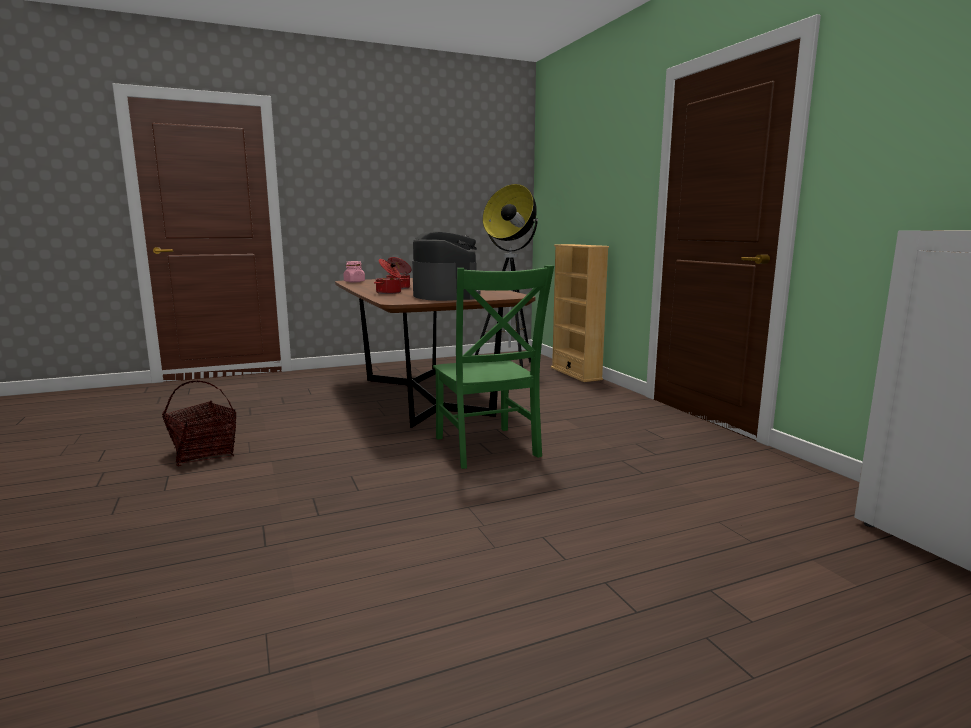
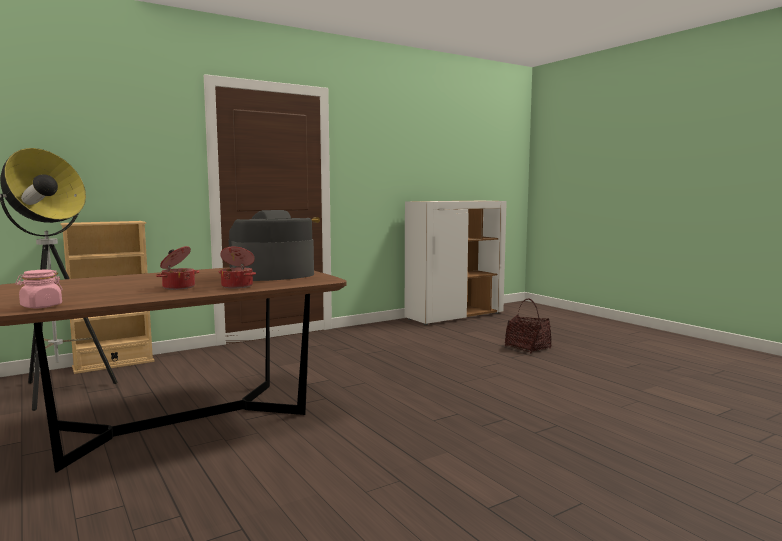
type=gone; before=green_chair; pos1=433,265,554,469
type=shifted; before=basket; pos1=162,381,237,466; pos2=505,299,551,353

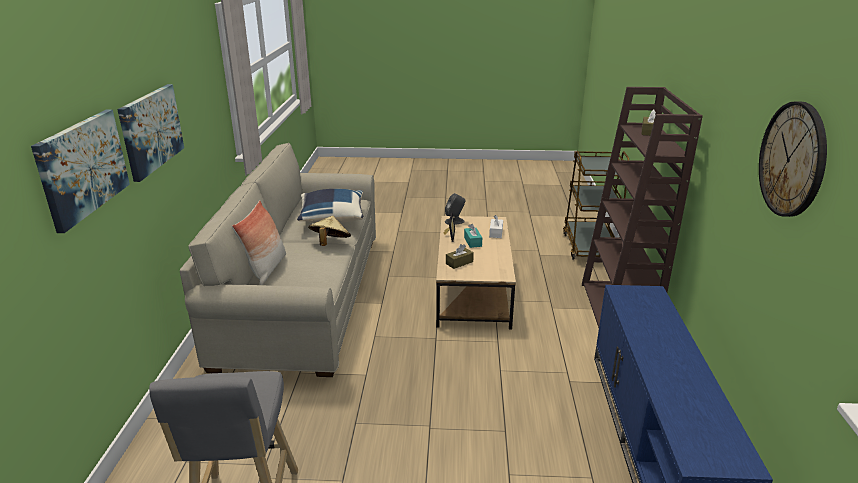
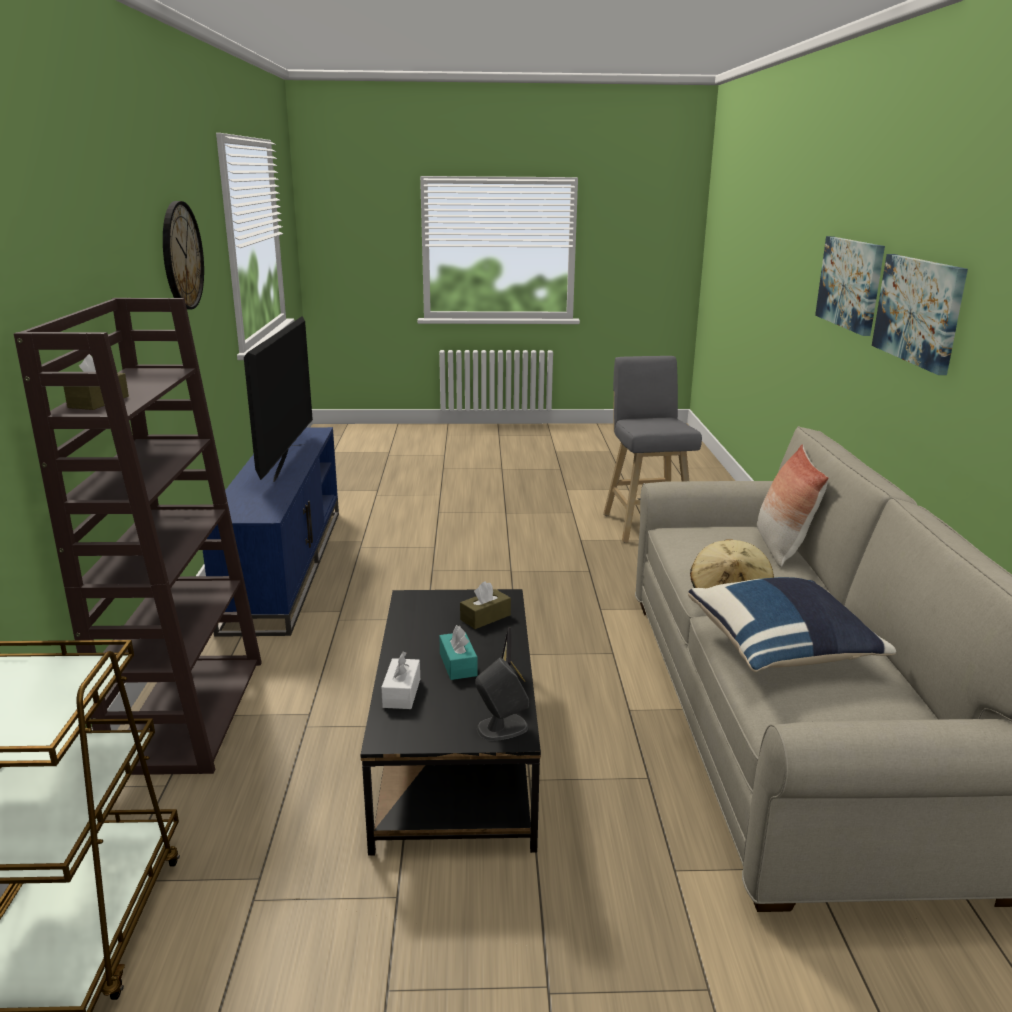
type=new; after=television; pos2=244,317,313,482
type=repainted; before=beige_coffee_table; after=black_coffee_table; pos1=436,216,516,330; pos2=361,589,541,856

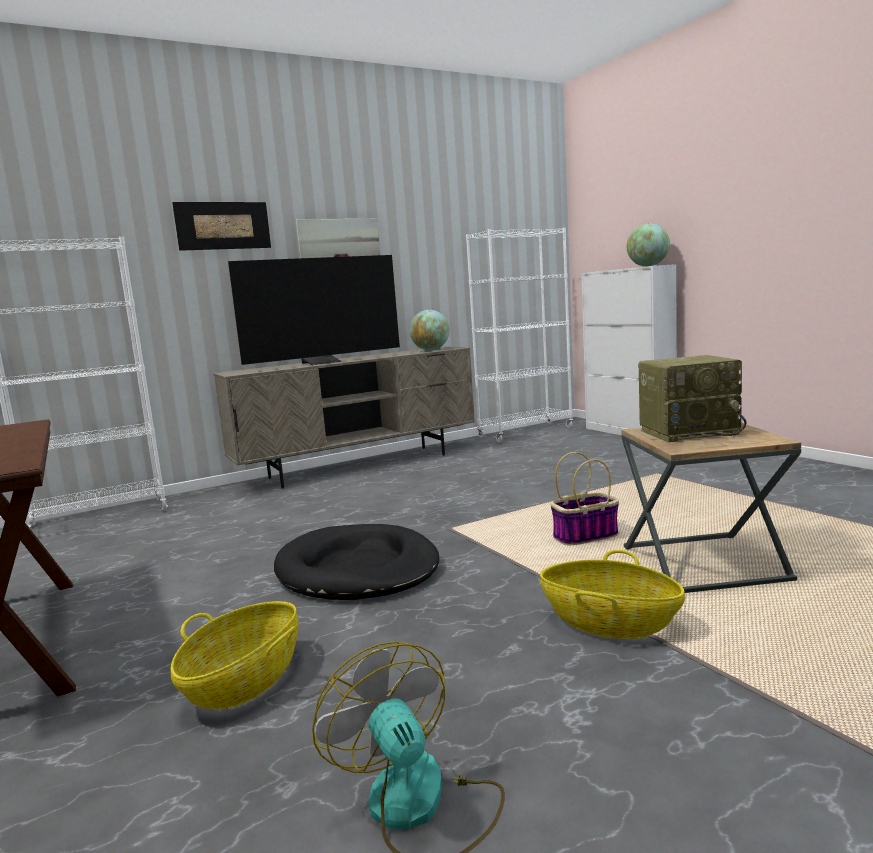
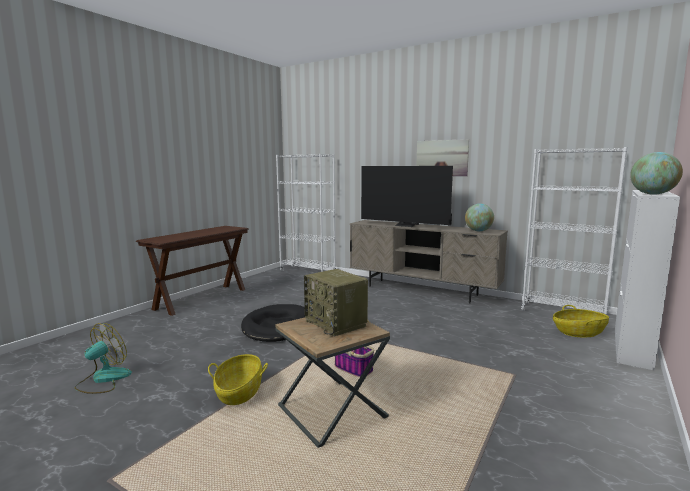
type=gone; before=picture; pos1=172,202,271,251
type=shifted; before=basket; pos1=171,601,299,710; pos2=553,305,609,337

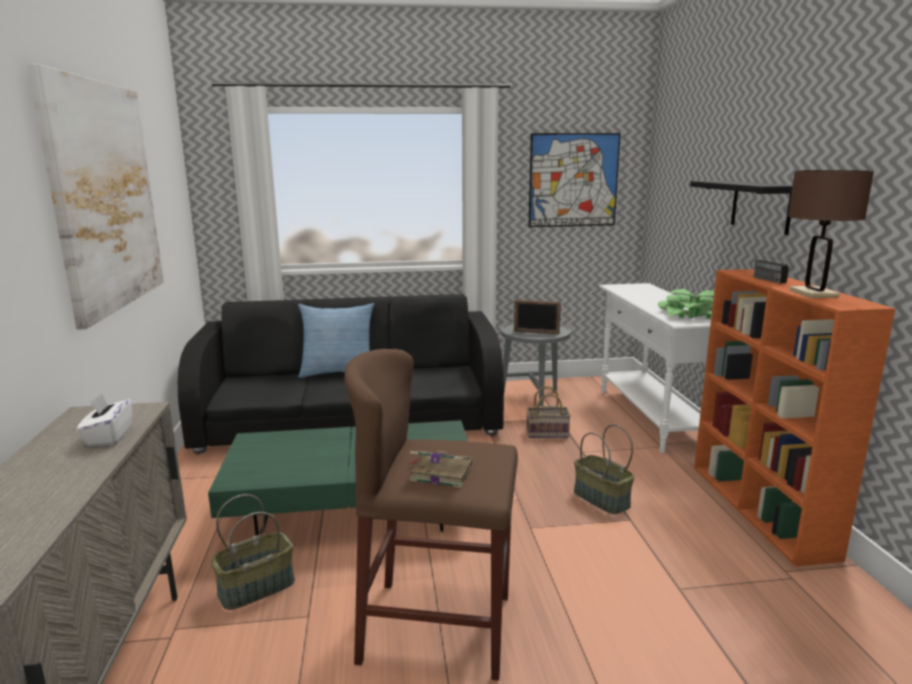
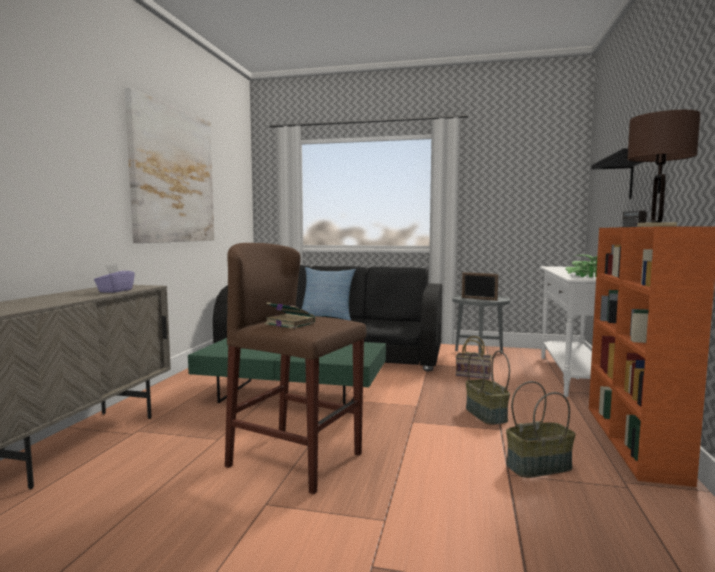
type=gone; before=picture; pos1=528,133,621,227
type=shifted; before=basket; pos1=211,494,295,610; pos2=506,381,576,478
type=repainted; before=white_tissue_box; after=purple_tissue_box; pos1=77,393,132,446; pos2=94,264,135,293

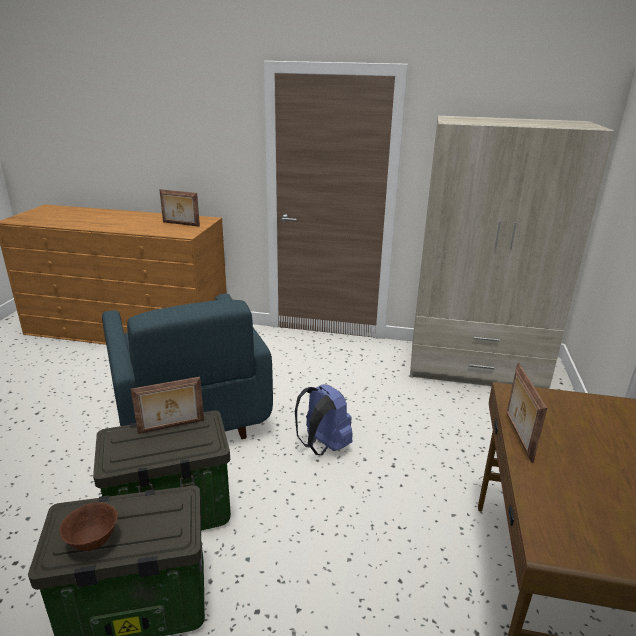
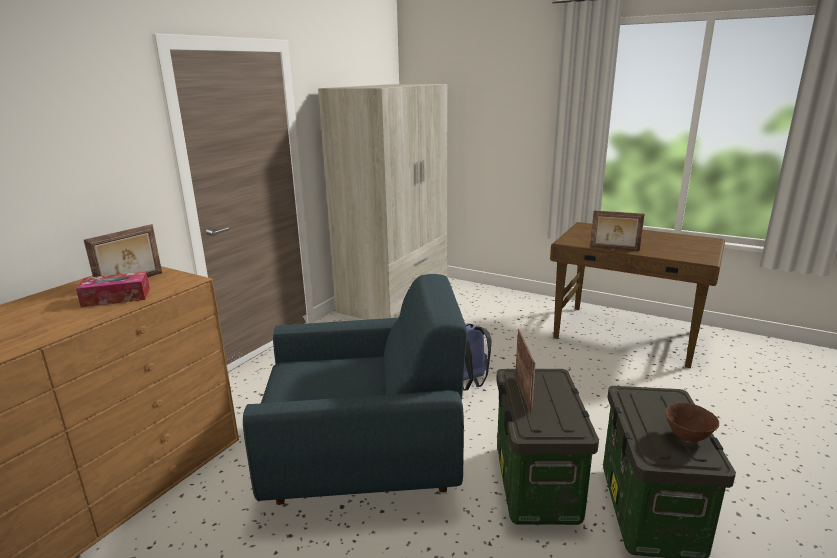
type=new; after=tissue_box; pos2=76,271,150,307

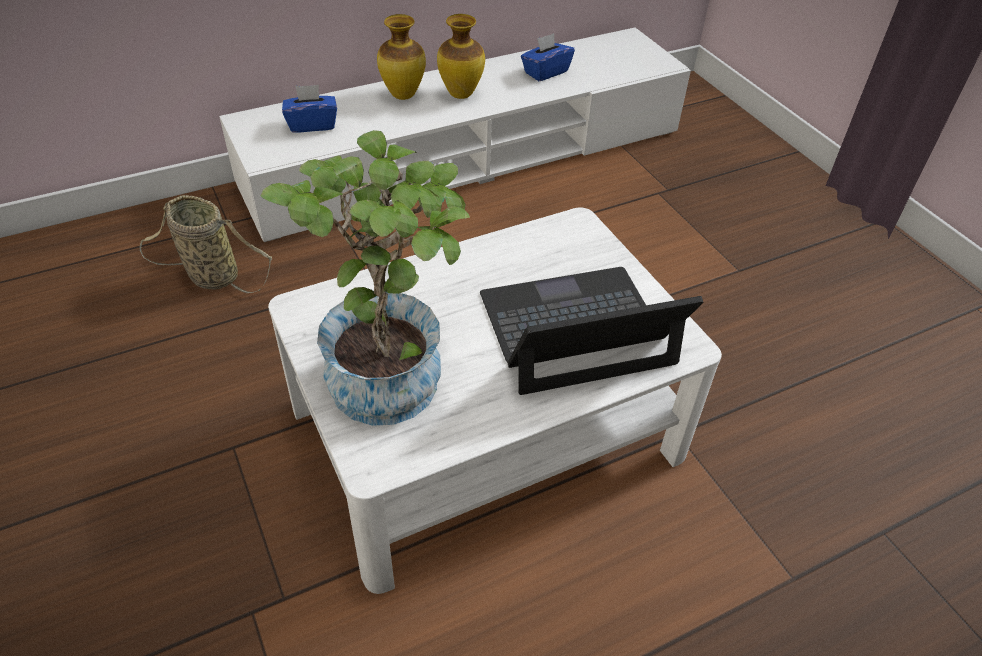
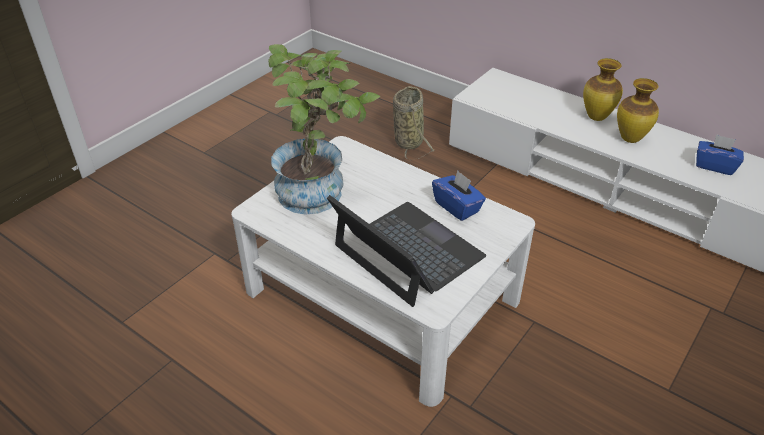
type=shifted; before=blue_tissue_box; pos1=282,85,337,133; pos2=432,170,486,221

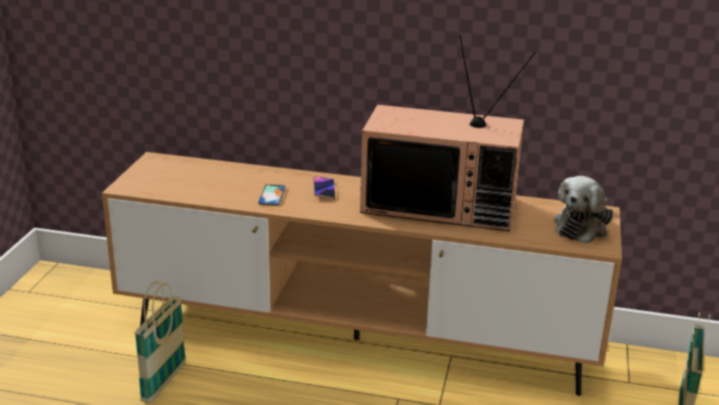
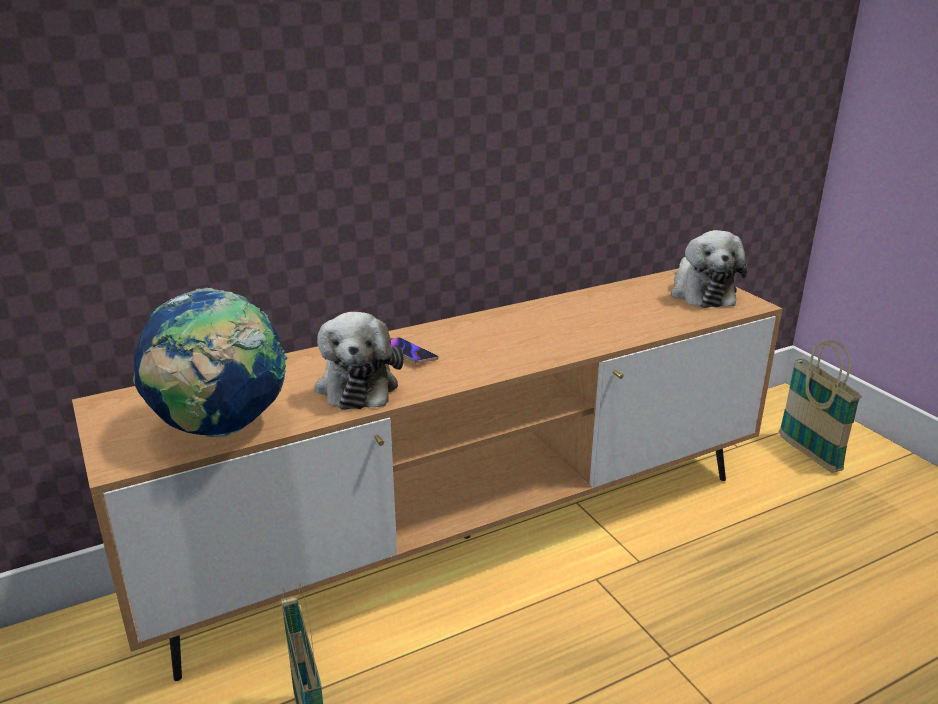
type=gone; before=television; pos1=360,35,536,231
type=new; after=globe; pos2=133,288,288,437
type=swapped; before=phone; after=plush_toy; pos1=258,184,286,206; pos2=315,312,404,410

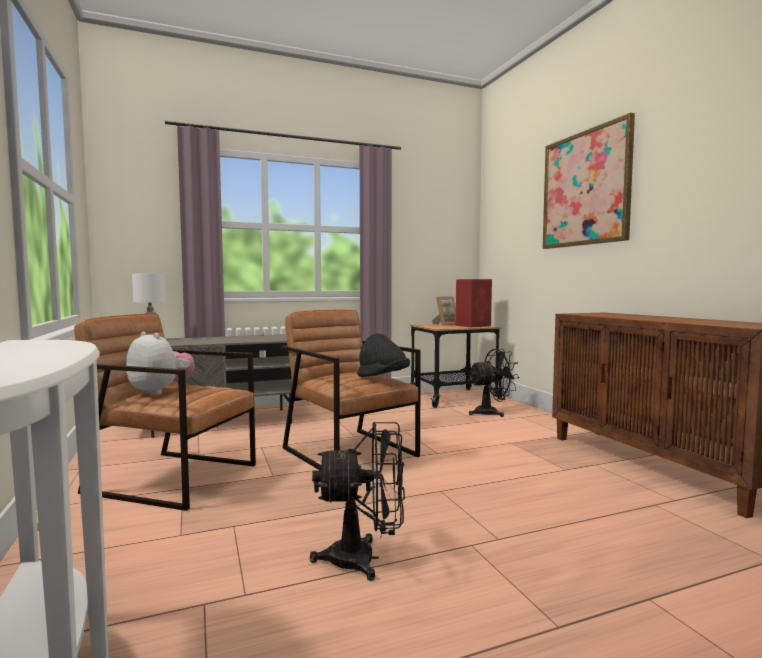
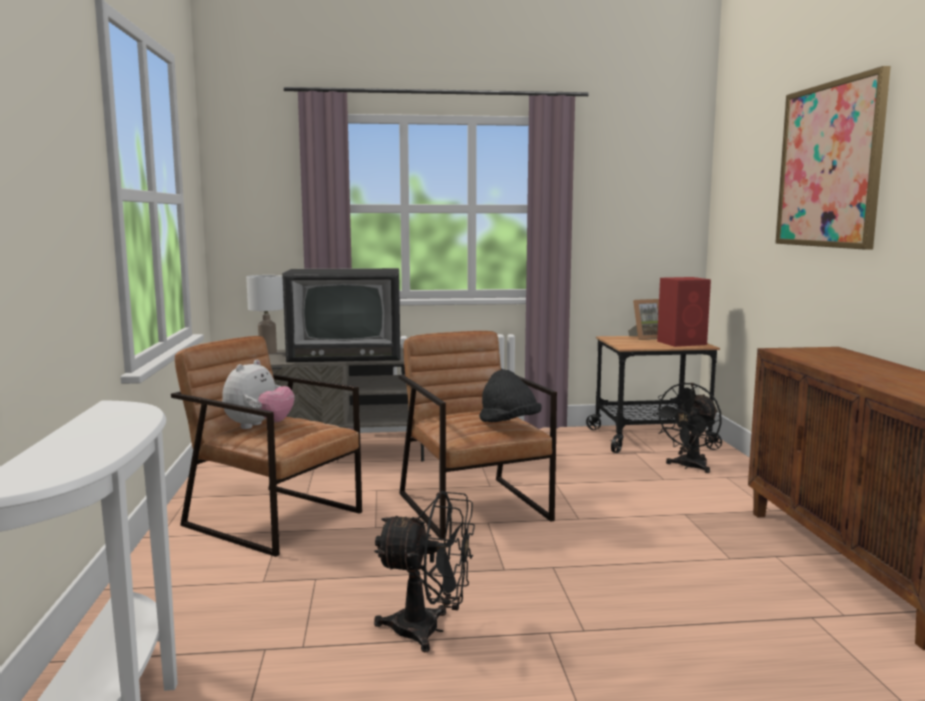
type=new; after=television; pos2=282,268,401,362
type=rotated; before=plush_toy; pos1=126,331,195,395; pos2=222,360,295,429; turn=60
type=rotated; before=black_fan; pos1=468,349,520,417; pos2=652,383,722,473; turn=135

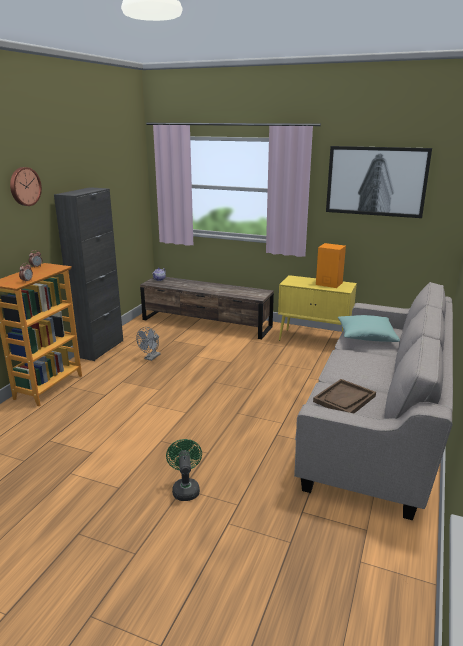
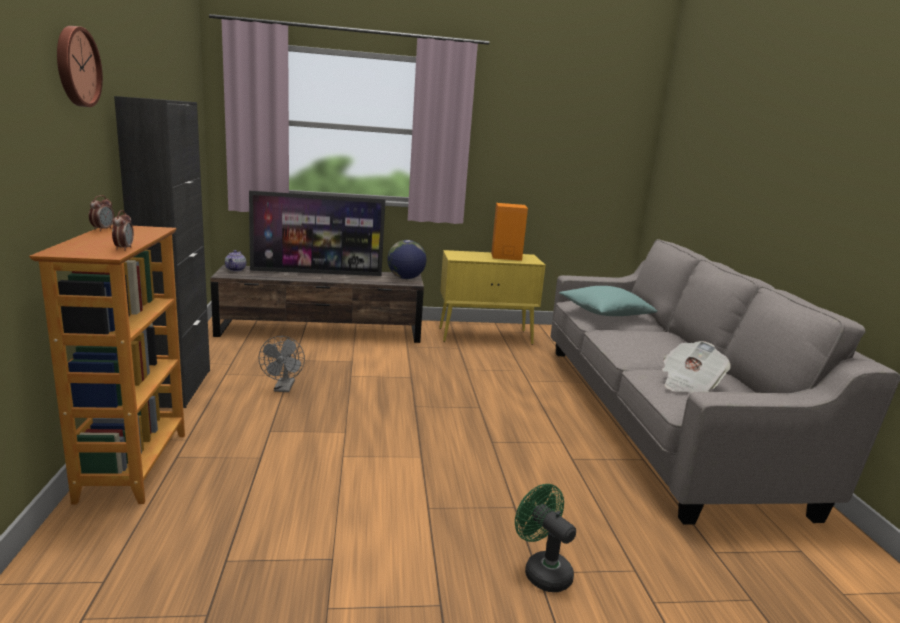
type=gone; before=picture; pos1=326,146,432,218
type=new; after=television; pos2=249,191,385,276
type=new; after=globe; pos2=387,240,426,279
type=swapped; before=brown_tray; after=newspaper; pos1=313,379,376,413; pos2=662,341,731,393

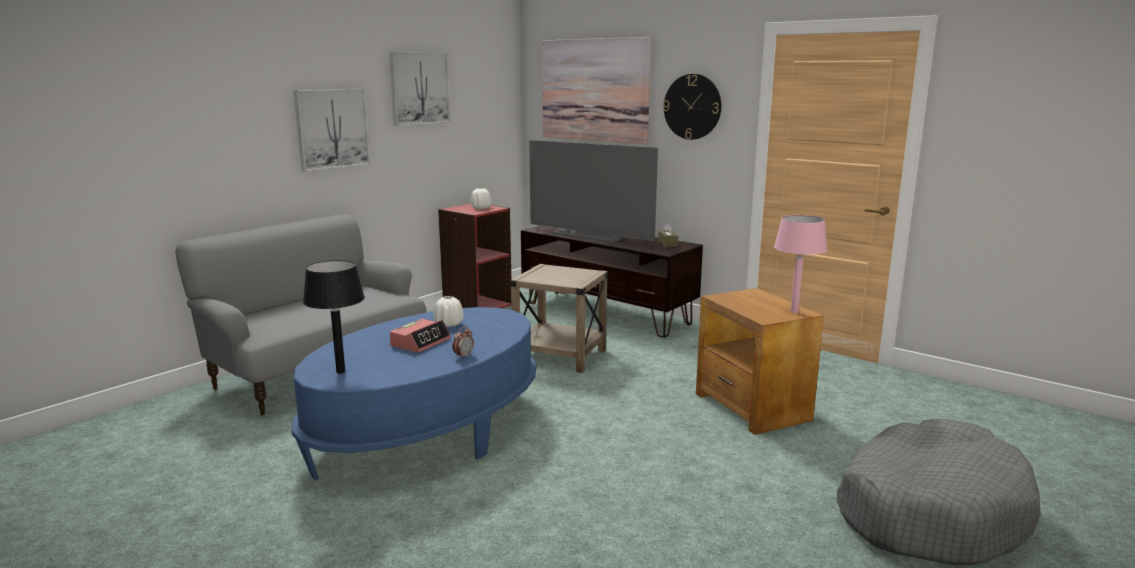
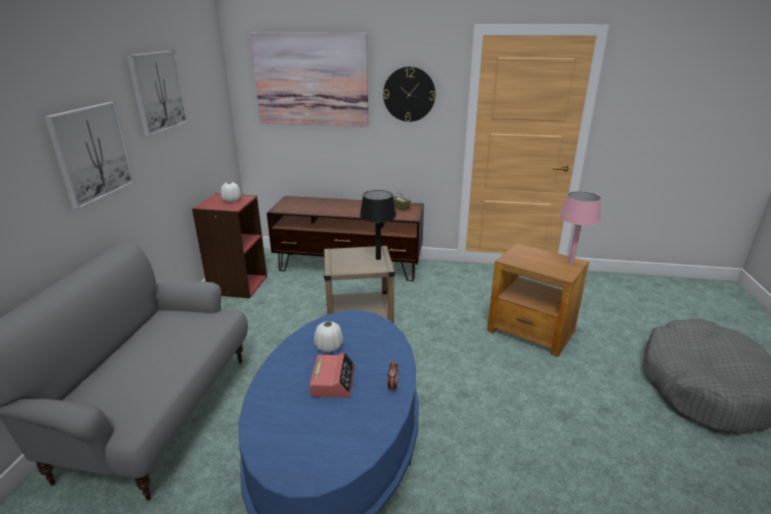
type=gone; before=television; pos1=529,140,658,243
type=shifted; before=black_table_lamp; pos1=303,260,365,374; pos2=360,190,396,260

